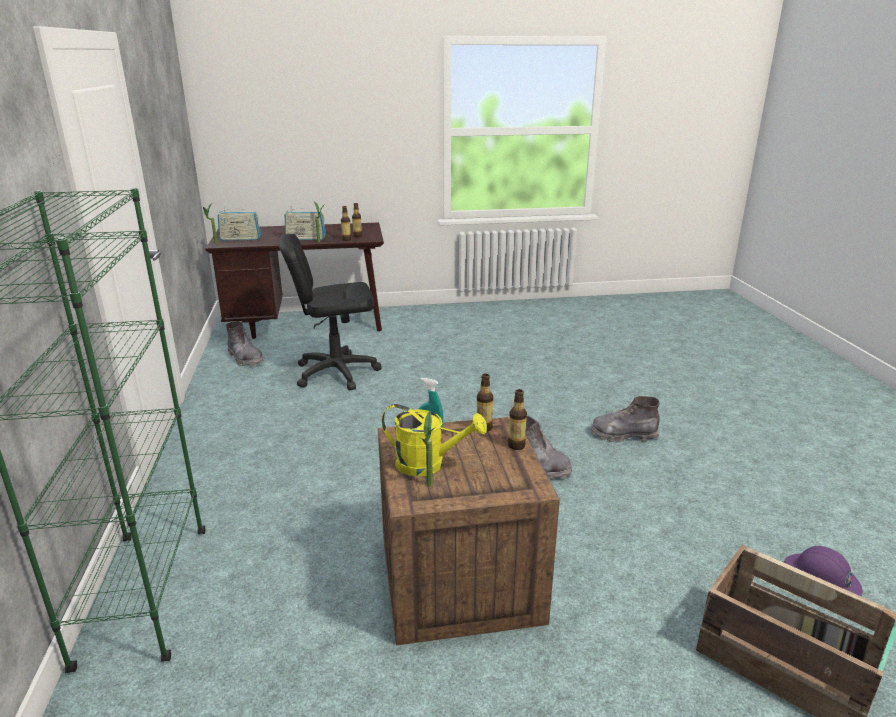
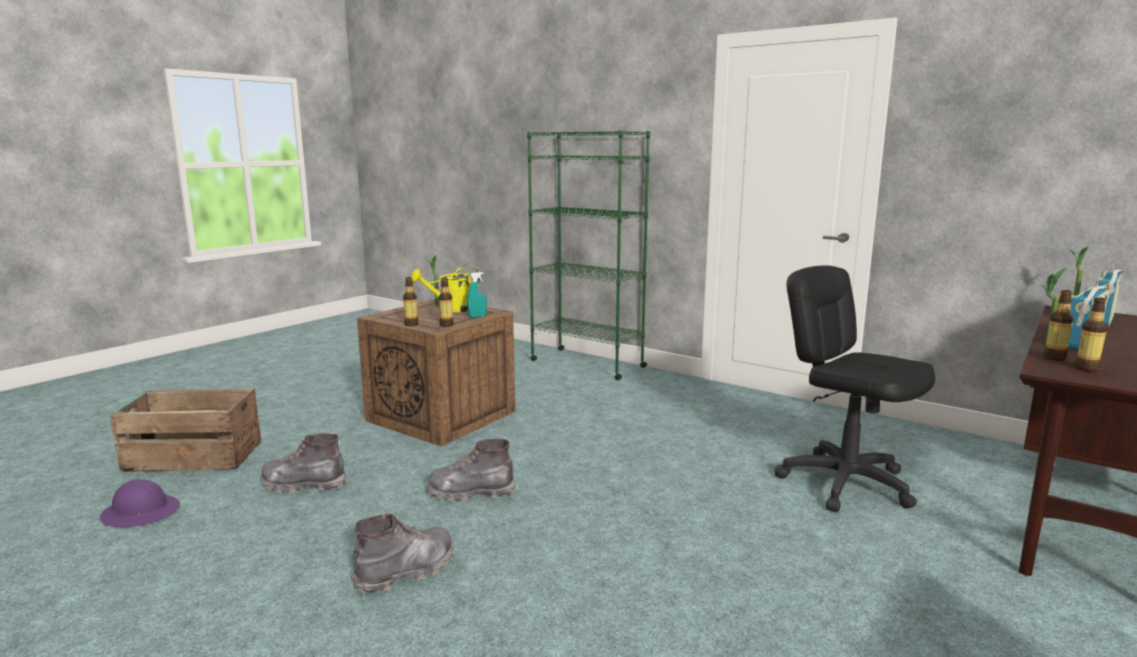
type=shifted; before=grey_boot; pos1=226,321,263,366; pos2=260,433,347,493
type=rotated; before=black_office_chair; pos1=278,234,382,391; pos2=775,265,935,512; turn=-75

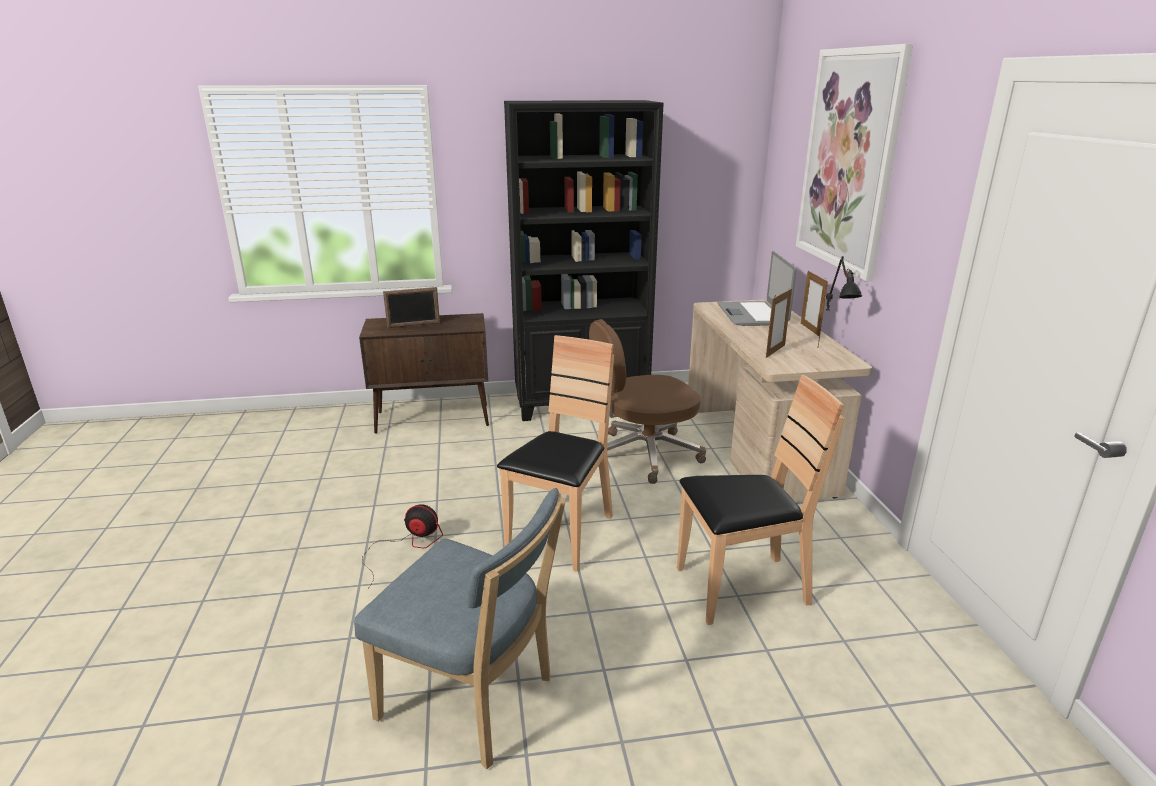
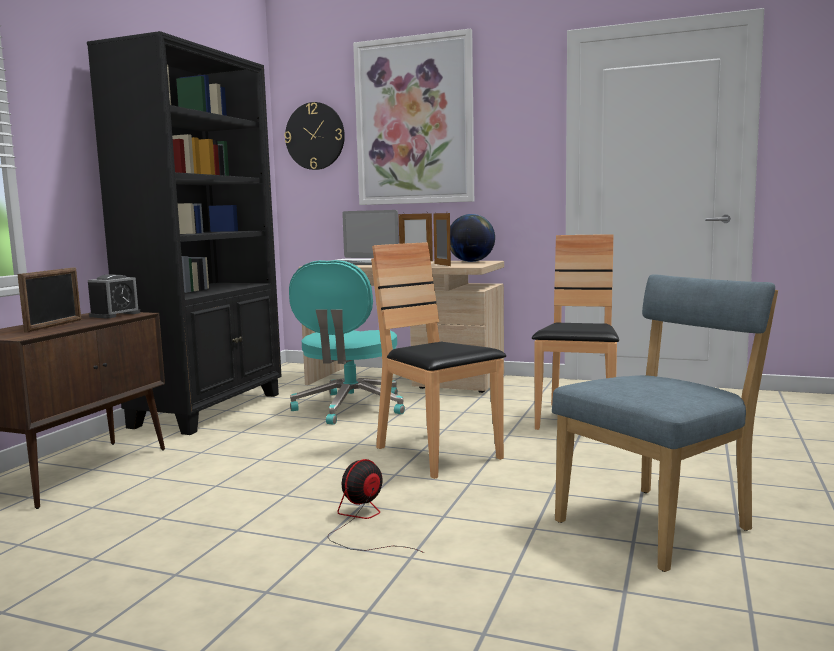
type=new; after=alarm_clock; pos2=88,274,140,319
type=new; after=wall_clock; pos2=284,102,345,170
type=swapped; before=black_table_lamp; after=globe; pos1=818,256,862,346; pos2=450,214,495,262
type=repainted; before=brown_office_chair; after=turquoise_office_chair; pos1=589,319,706,484; pos2=289,260,405,425

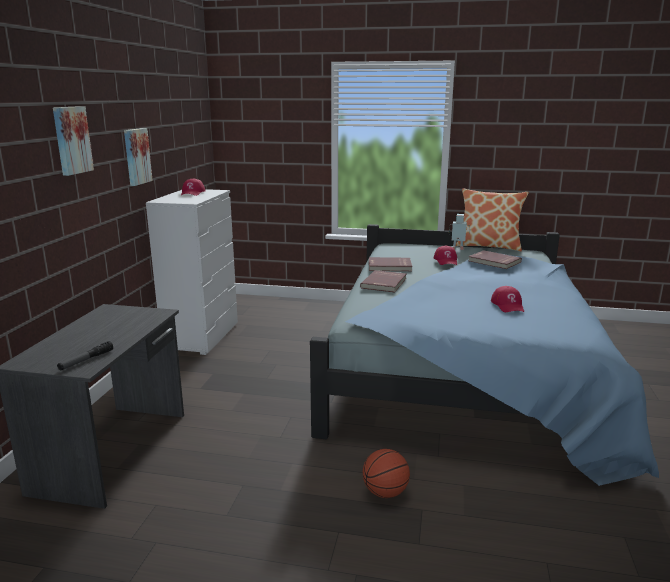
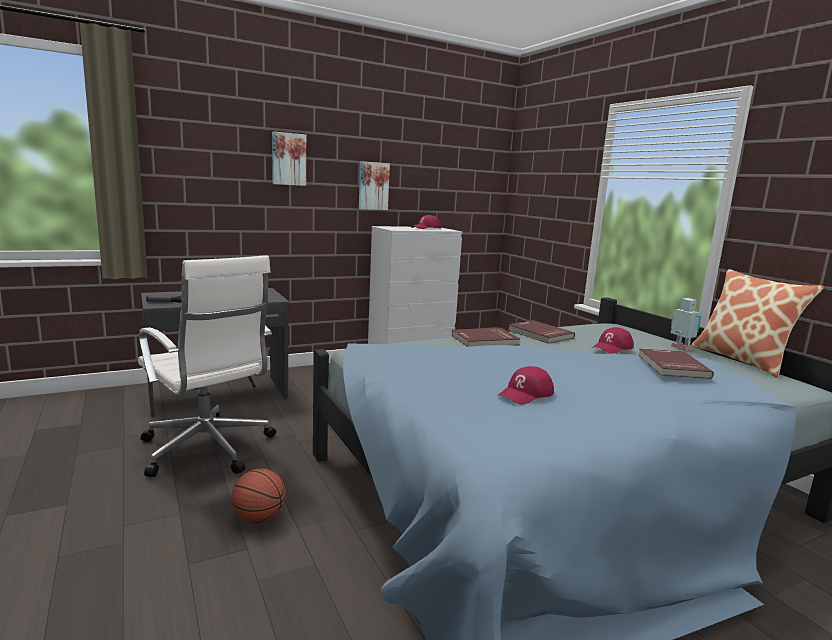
type=new; after=white_office_chair; pos2=138,255,276,477

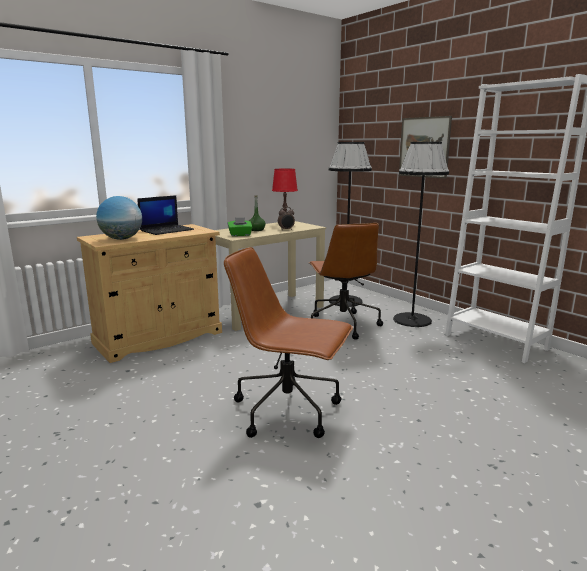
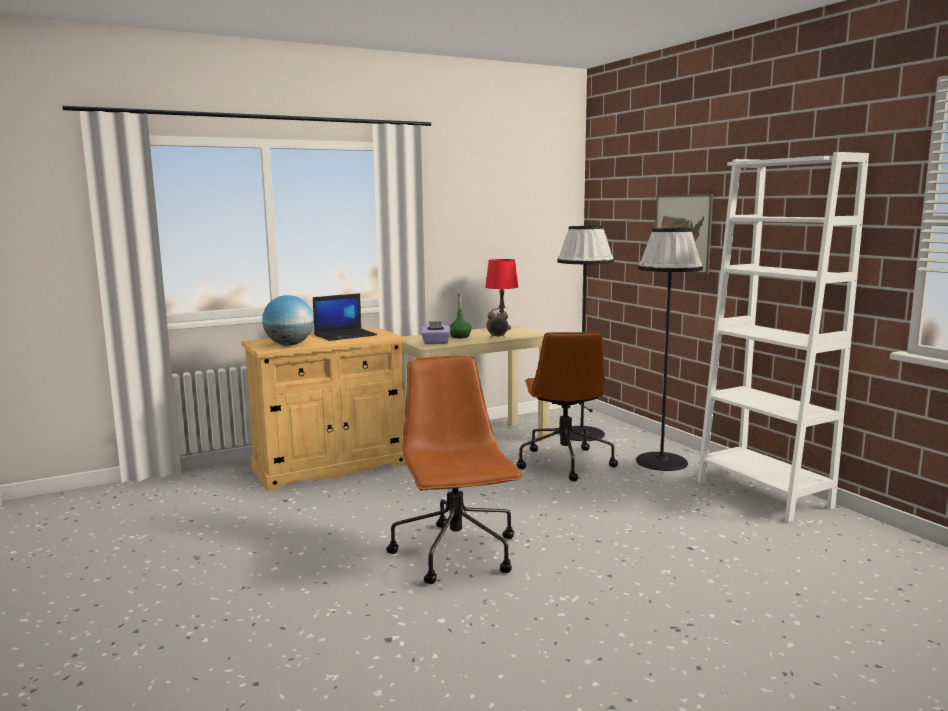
type=repainted; before=green_tissue_box; after=purple_tissue_box; pos1=228,217,252,236; pos2=421,321,450,344
type=rotated; before=brown_office_chair; pos1=224,247,353,438; pos2=386,355,522,584; turn=45

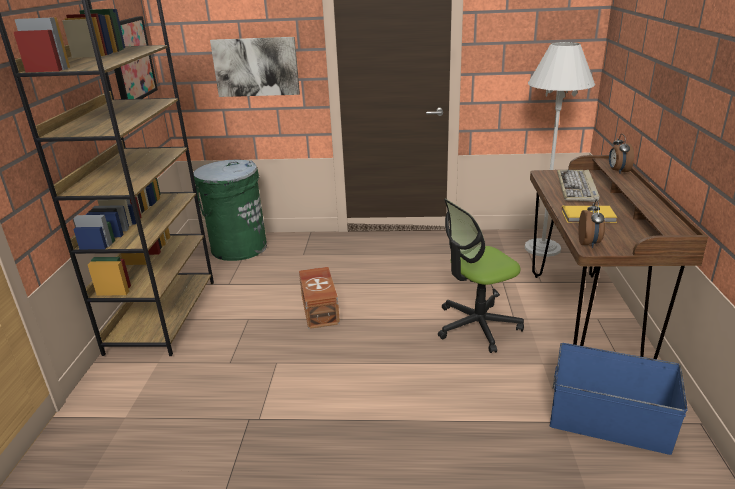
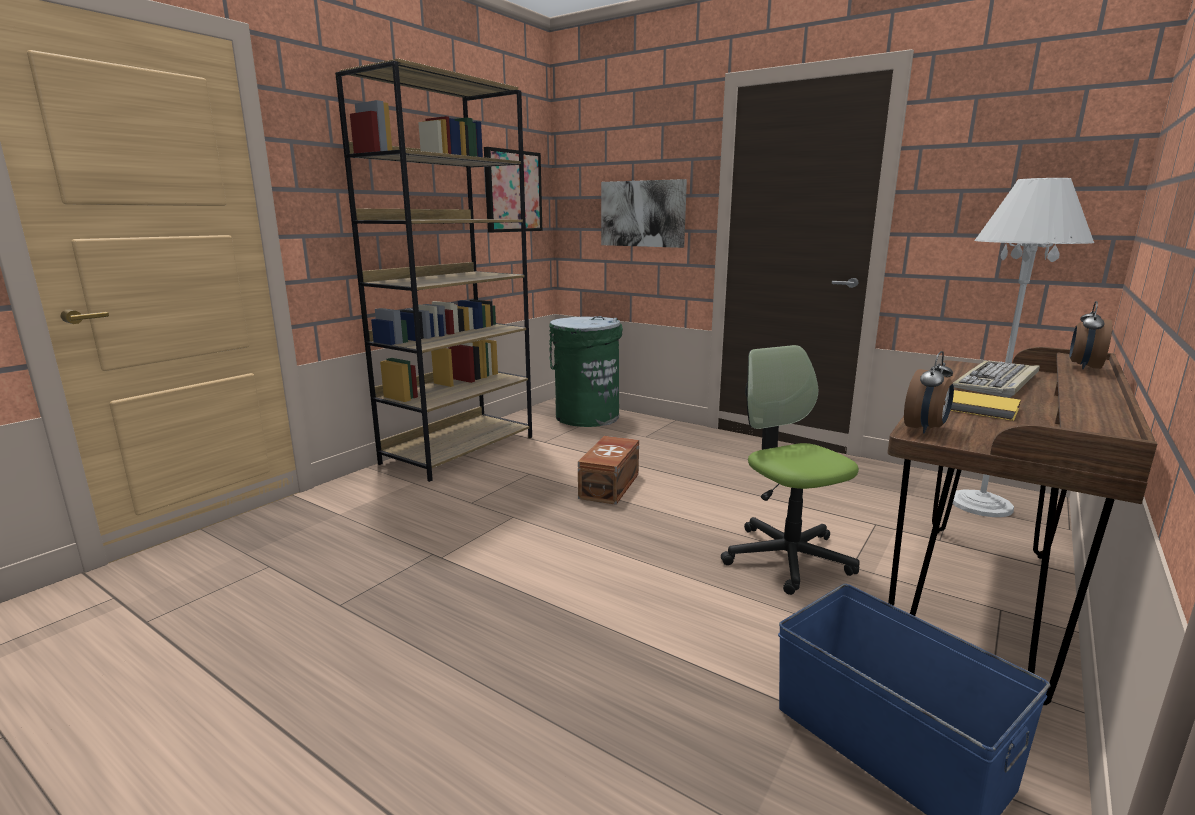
type=rotated; before=office_chair; pos1=438,199,524,353; pos2=721,345,860,595; turn=60

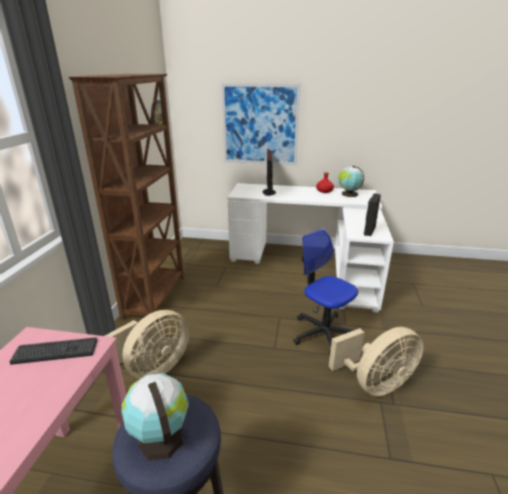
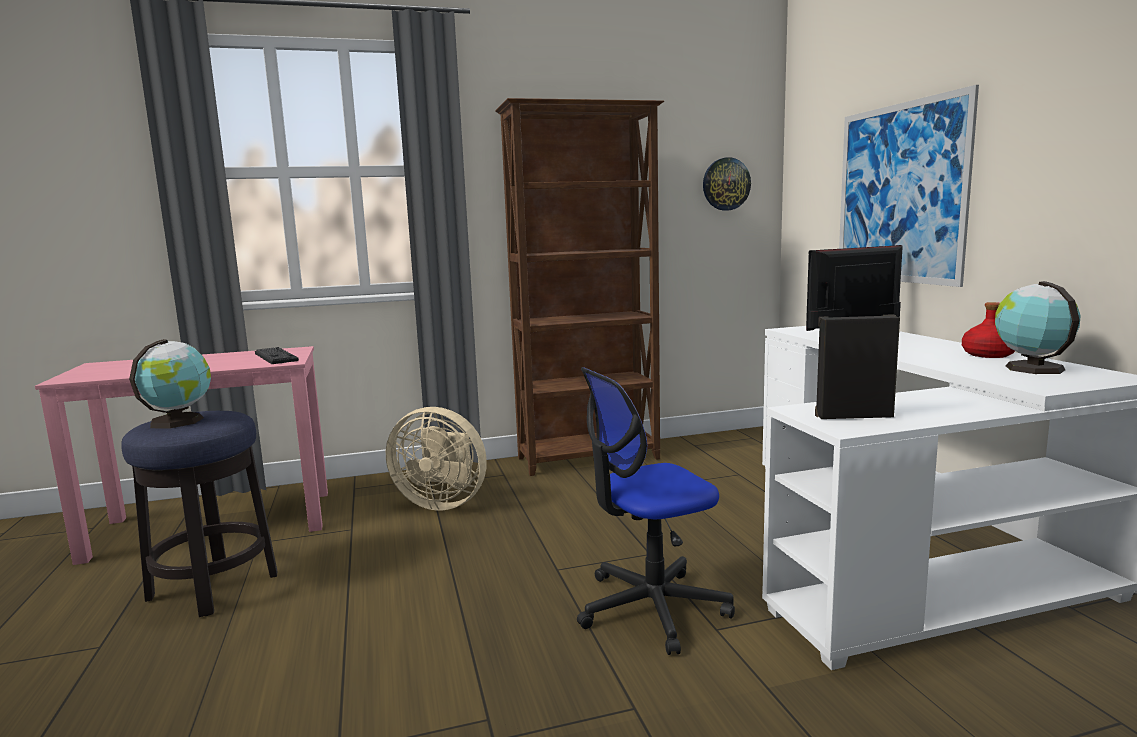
type=gone; before=beige_fan; pos1=329,327,424,396
type=rotated; before=office_chair; pos1=293,228,358,356; pos2=577,367,735,655; turn=-135

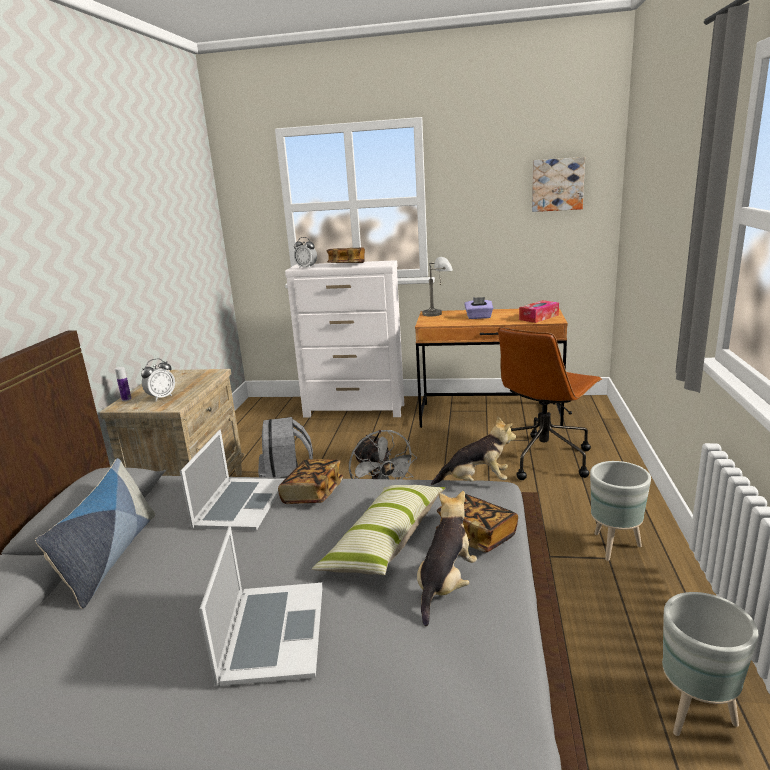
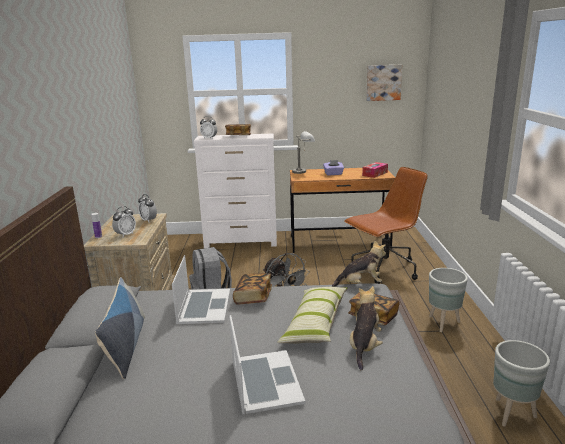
type=new; after=alarm_clock; pos2=138,194,157,222
type=rotated; before=brown_office_chair; pos1=498,327,602,480; pos2=344,167,428,284; turn=-150

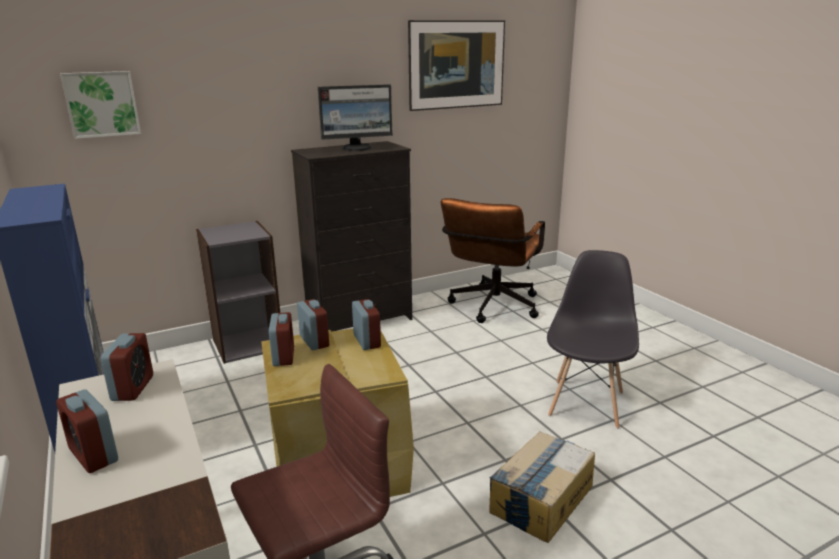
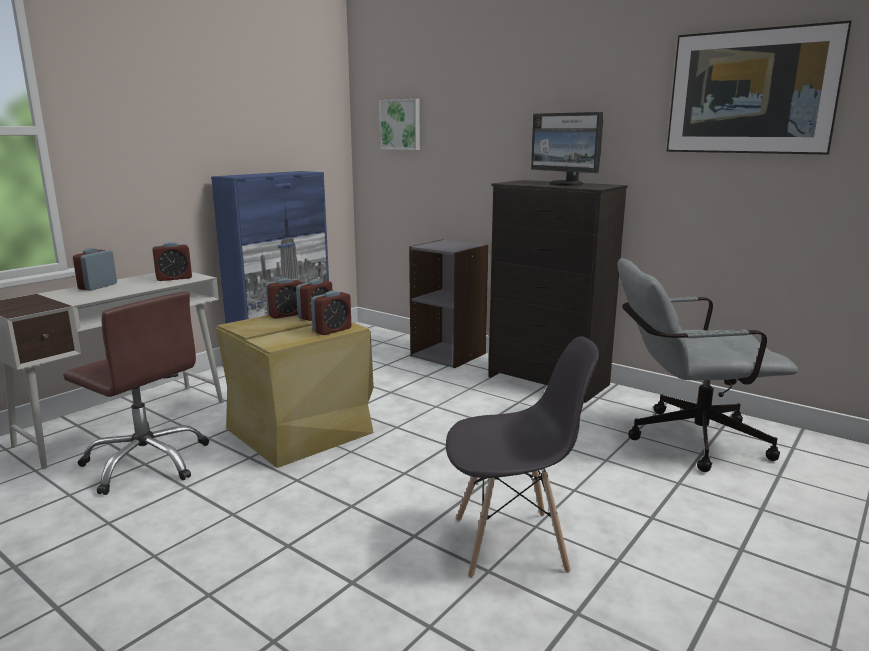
type=gone; before=cardboard_box; pos1=489,431,595,543
type=repainted; before=brown_office_chair; after=grey_office_chair; pos1=441,198,545,323; pos2=617,258,798,472

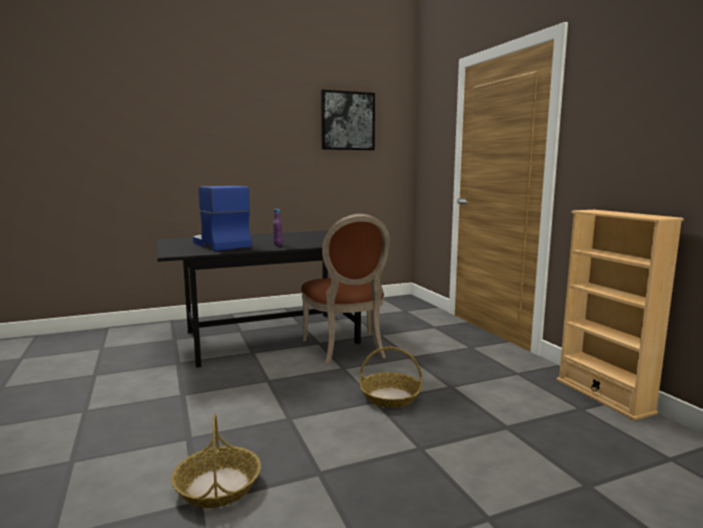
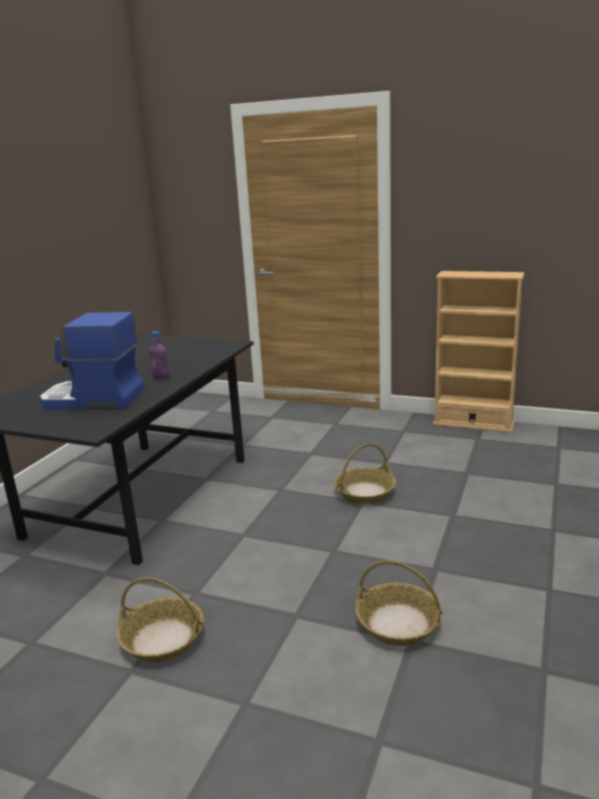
type=gone; before=brown_chair; pos1=301,214,390,365
type=gone; before=picture; pos1=321,90,375,150
type=new; after=basket; pos2=116,577,204,663

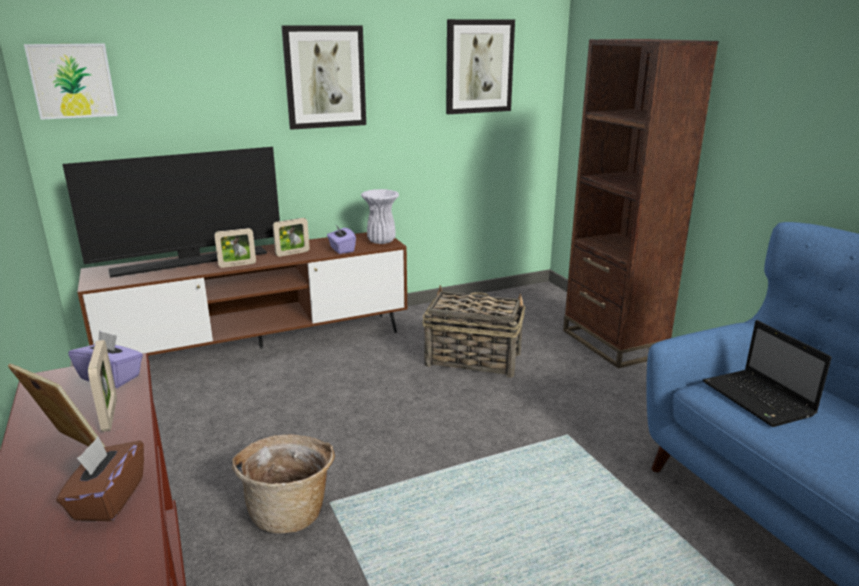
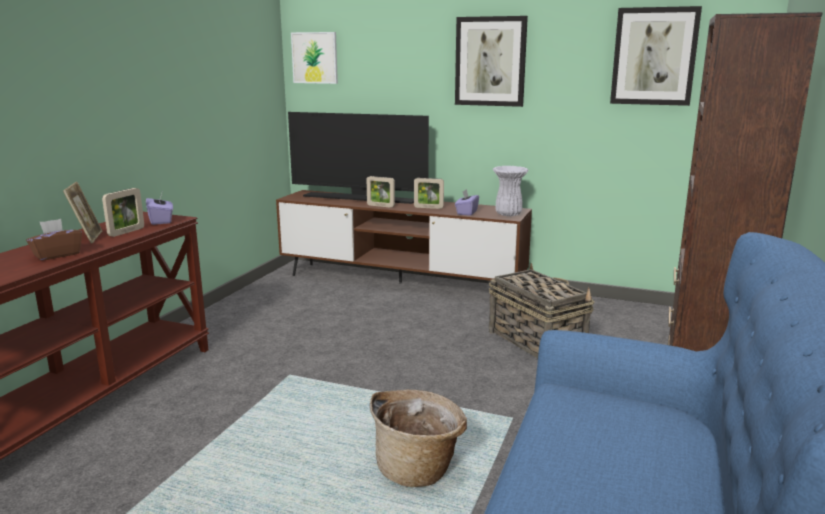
type=gone; before=laptop; pos1=703,320,832,427
type=shifted; before=basket; pos1=232,435,335,534; pos2=370,390,467,487

